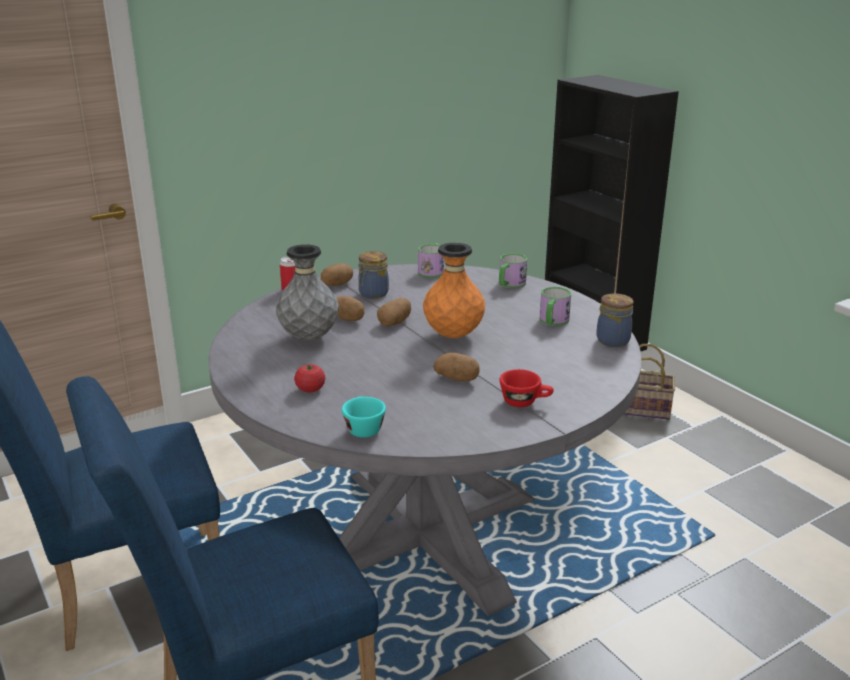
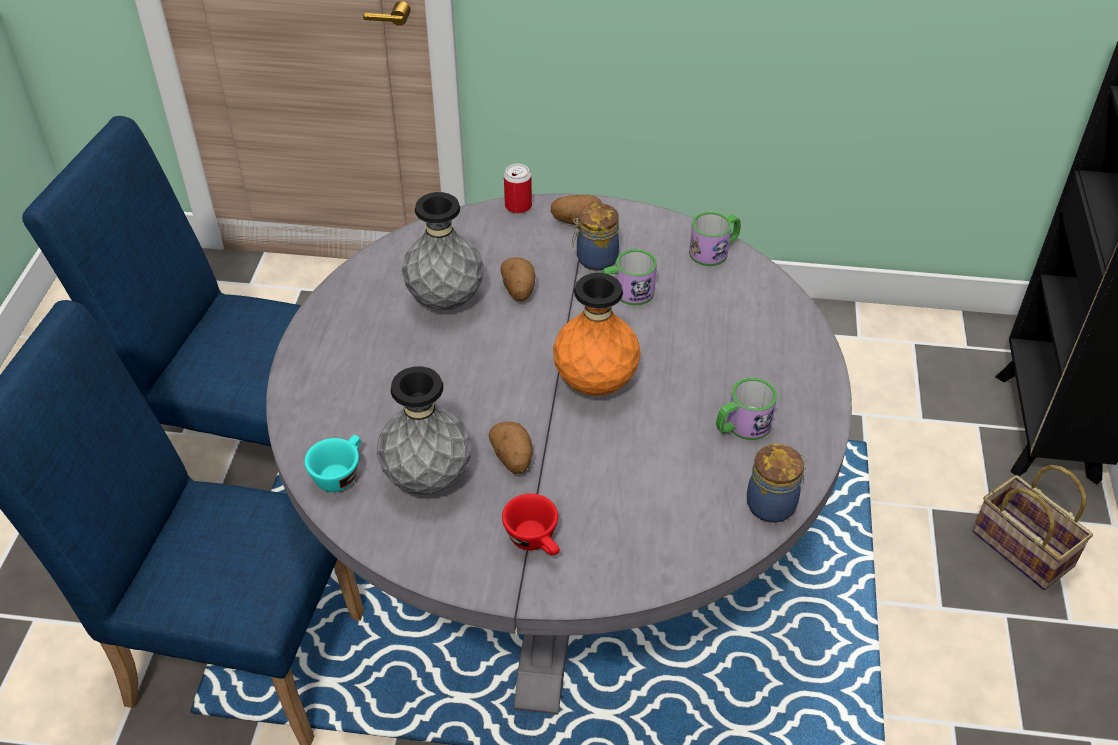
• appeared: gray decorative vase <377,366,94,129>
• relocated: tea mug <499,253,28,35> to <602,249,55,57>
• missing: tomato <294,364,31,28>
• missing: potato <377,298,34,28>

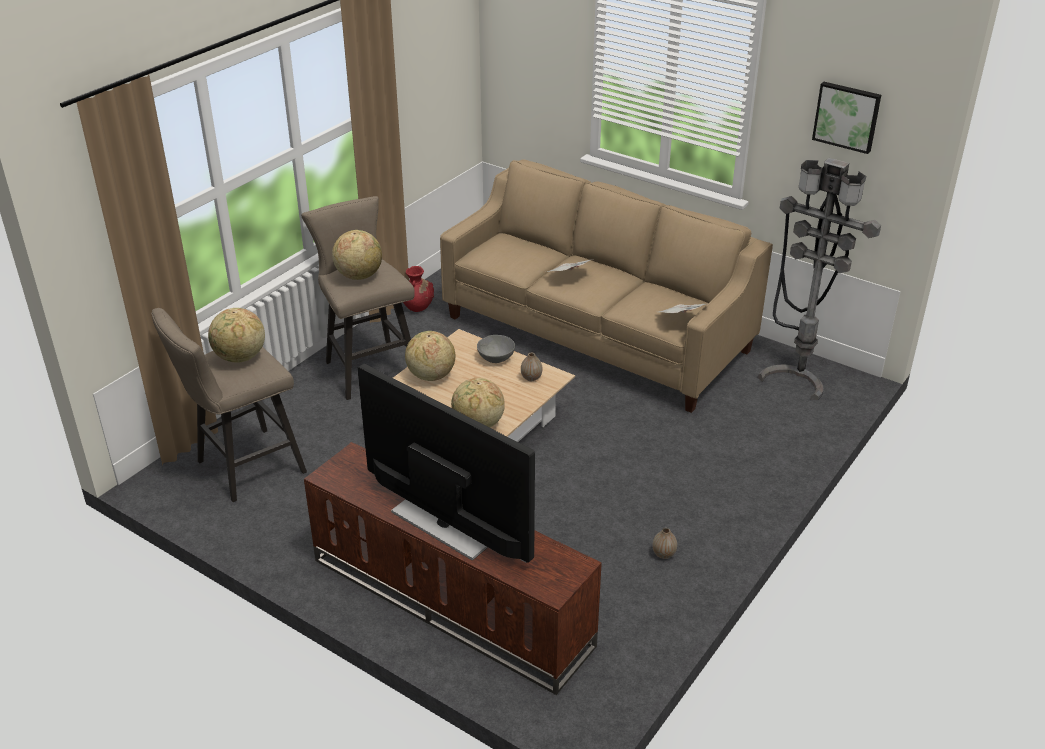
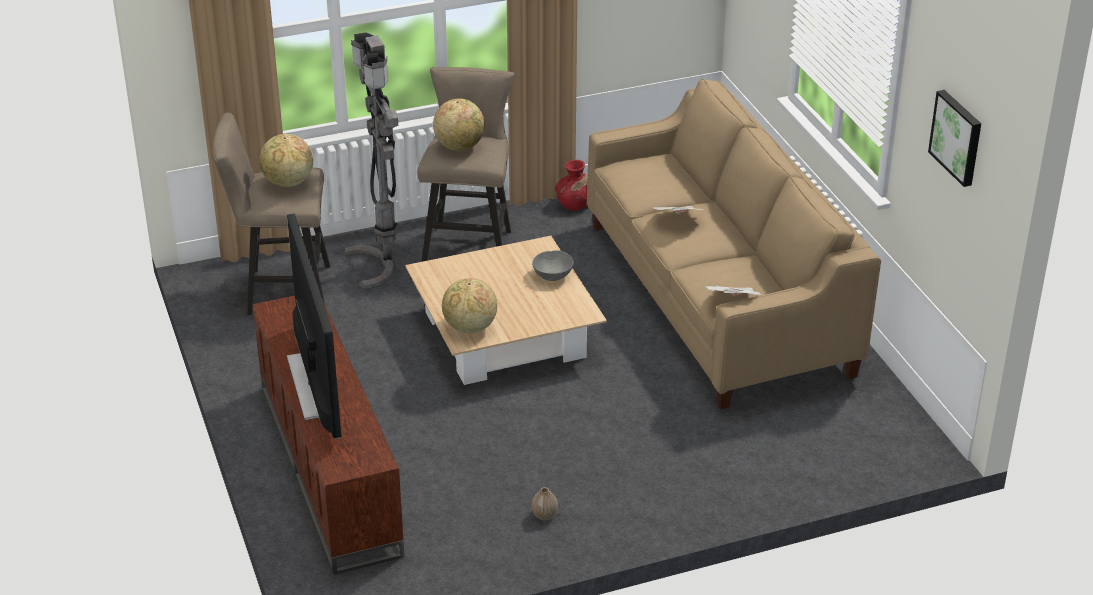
• relocated: gray standard lamp <758,158,123,242> to <345,32,53,257>
• missing: desk globe <405,331,50,50>
• missing: decorative vase <521,353,21,28>

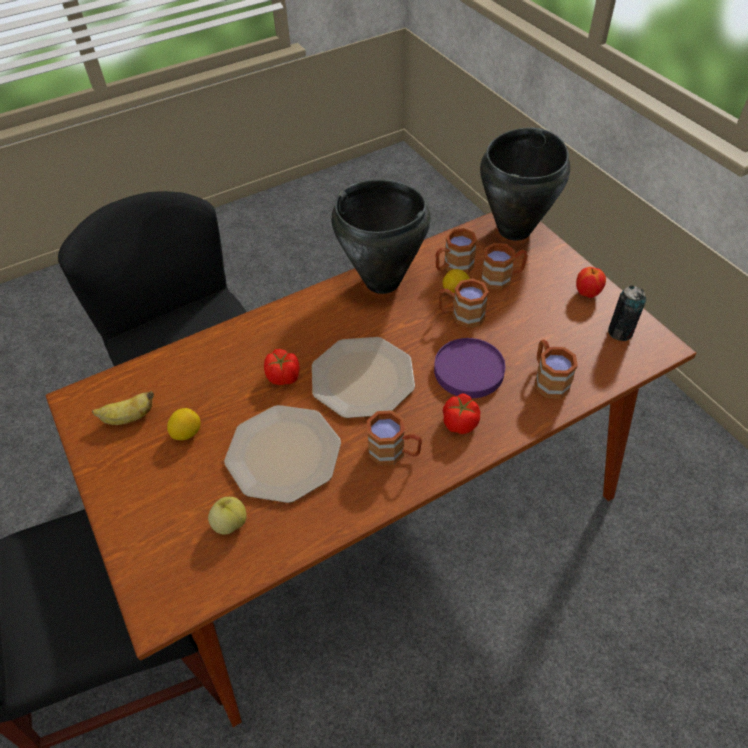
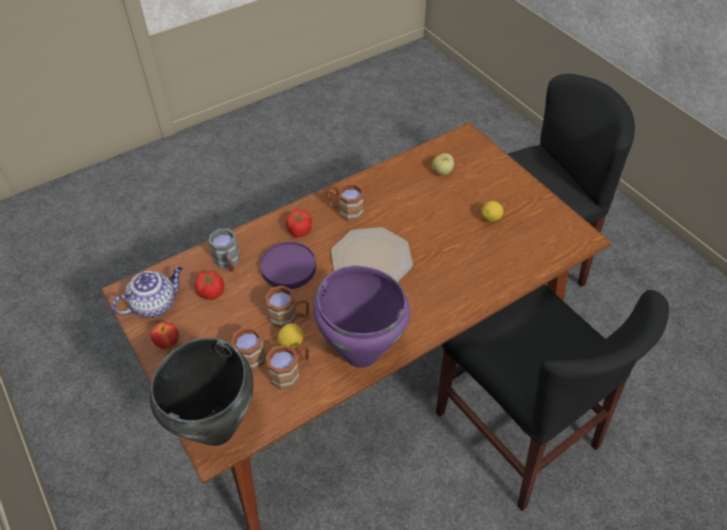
• exchanged: can <608,285,38,56> to teapot <112,266,71,52>
• relocated: tomato <264,349,36,36> to <195,271,29,29>
• colour: brownish tea mug <535,340,43,59> to gray tea mug <208,229,32,43>
• colour: black-coloured saucepot <332,180,99,114> to purple saucepot <313,266,97,102>
• missing: whole banana <92,391,62,34>
• missing: dinner plate <224,405,117,98>

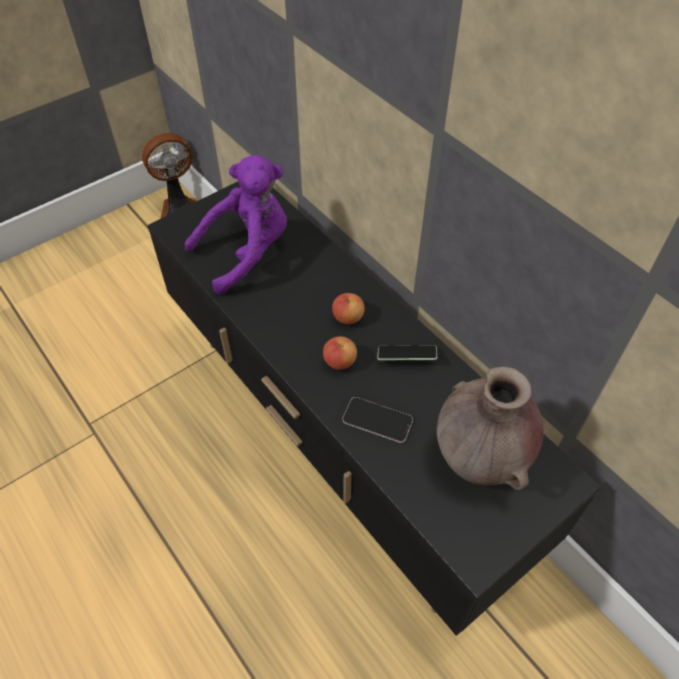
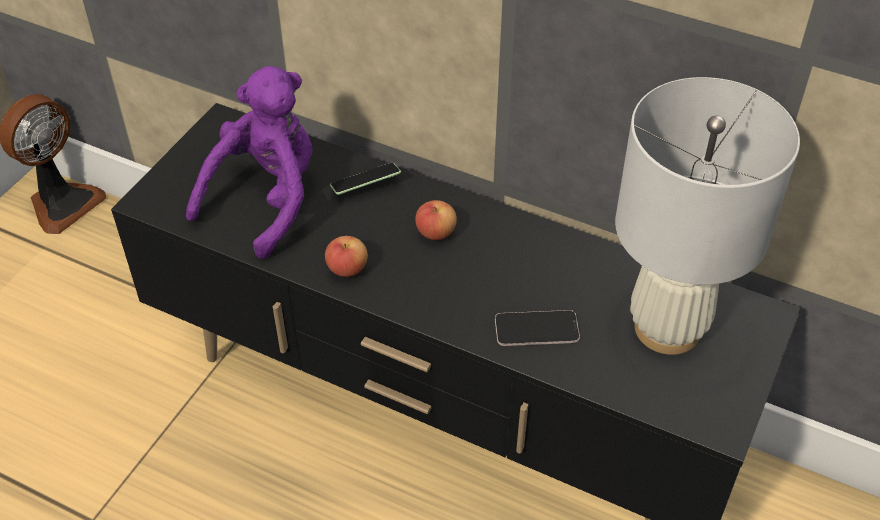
• relocated: apple fruit <323,336,34,34> to <325,236,43,41>
• relocated: phone <377,345,60,16> to <330,163,71,32>
• exchanged: brownish decorative vase <437,367,107,123> to white-coloured table lamp <615,77,185,278>

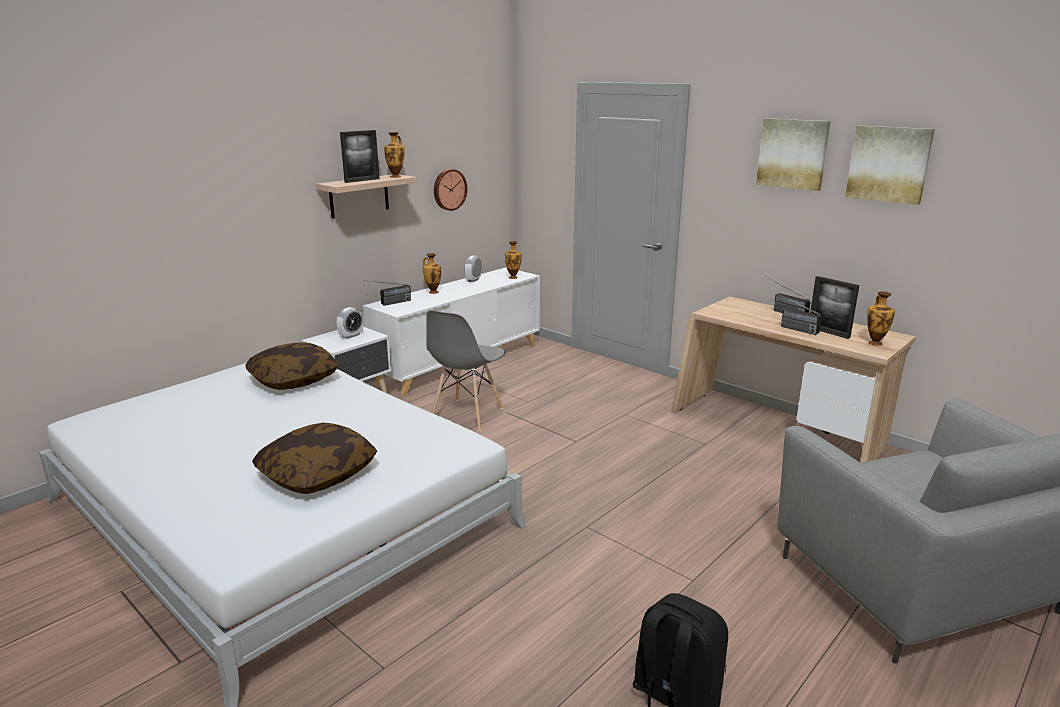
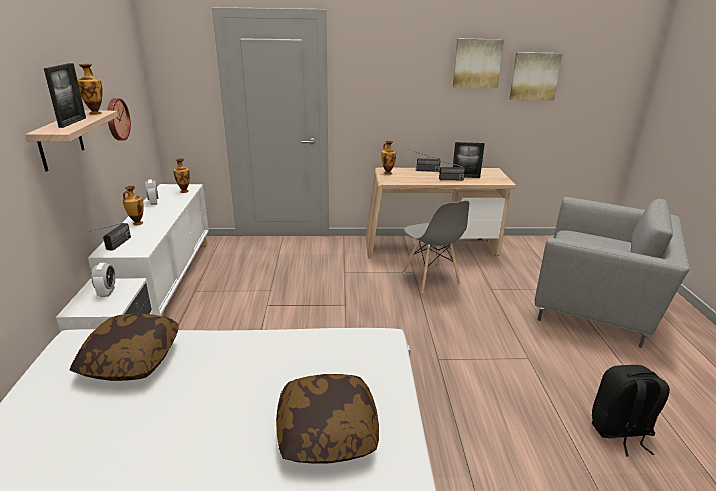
• relocated: decorative vase <867,291,28,55> to <381,141,15,34>
• relocated: gray chair <426,311,79,120> to <403,201,66,92>
• relocated: picture <756,118,74,73> to <509,52,54,48>

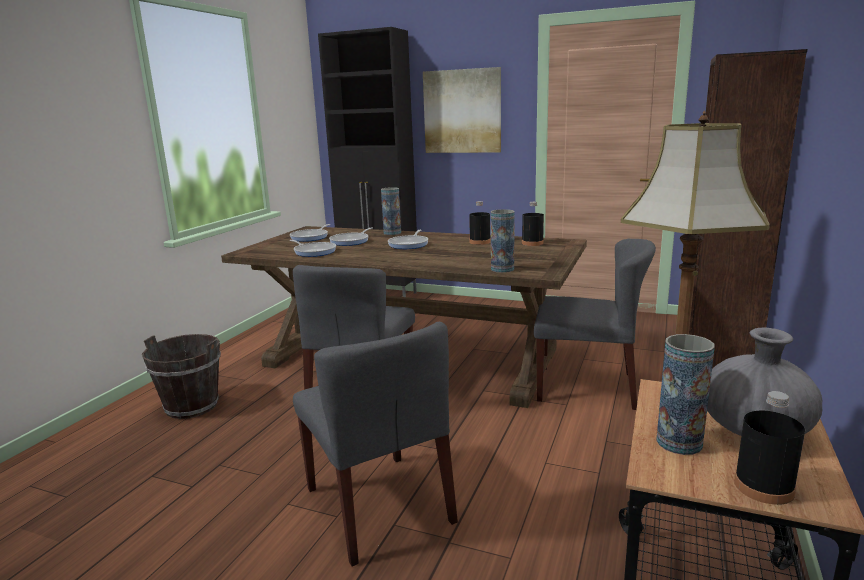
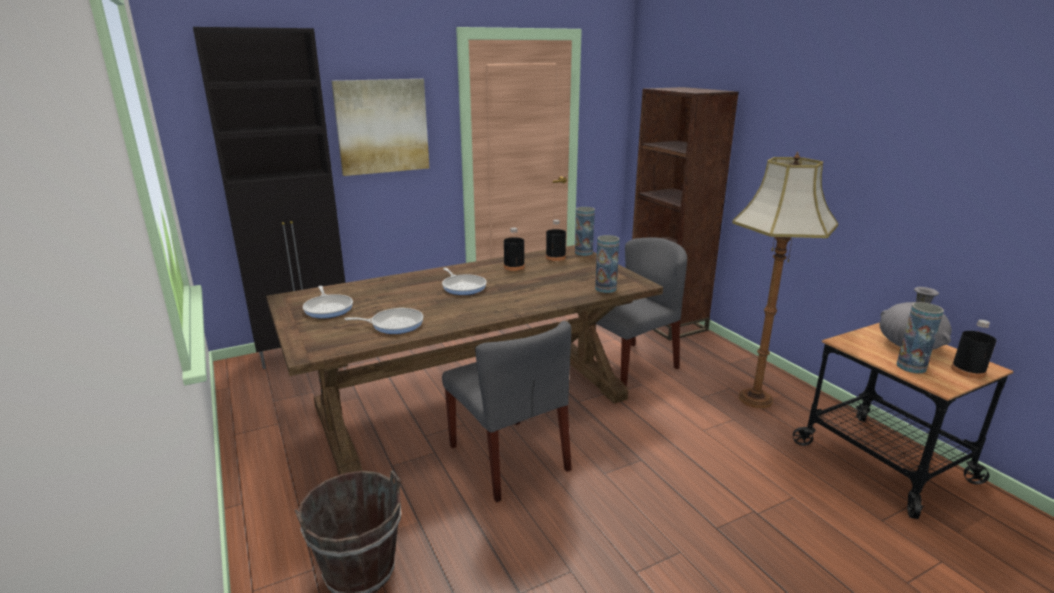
• relocated: decorative vase <381,187,20,48> to <575,207,20,49>
• missing: gray chair <293,322,165,244>
• missing: pan <329,228,44,18>

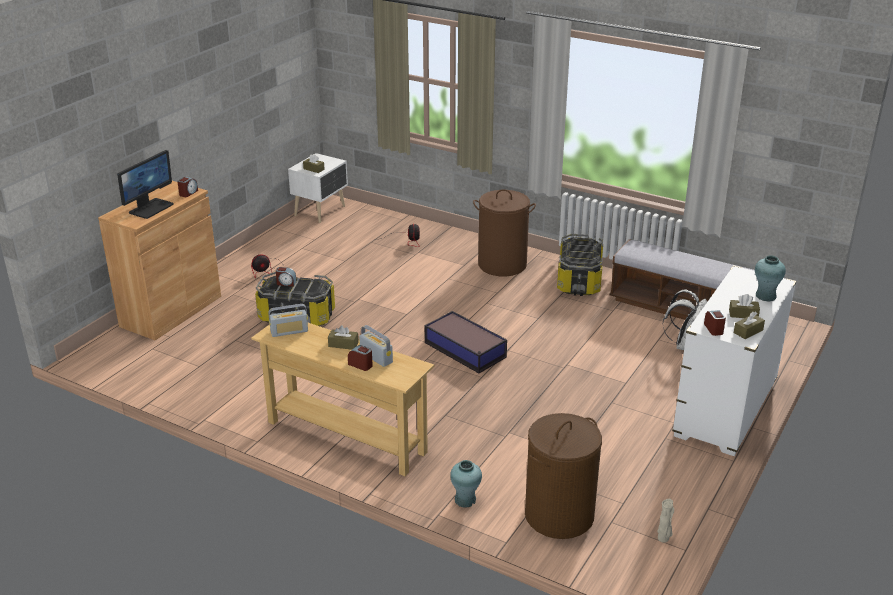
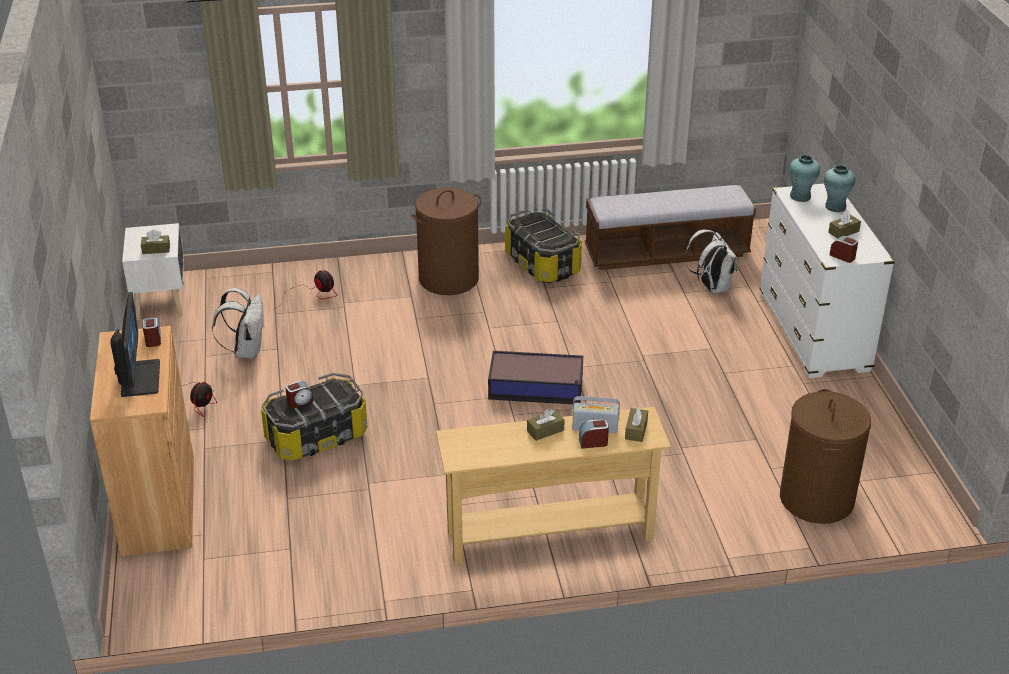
• appeared: white-coloured rucksack <212,288,52,71>
• relocated: brownish box of tissues <734,312,31,27> to <625,406,23,36>
• relocated: turquoise-coloured decorative vase <450,460,32,47> to <789,155,31,47>
• missing: radio <268,304,40,33>
• missing: sand-coloured decorative vase <657,499,17,44>

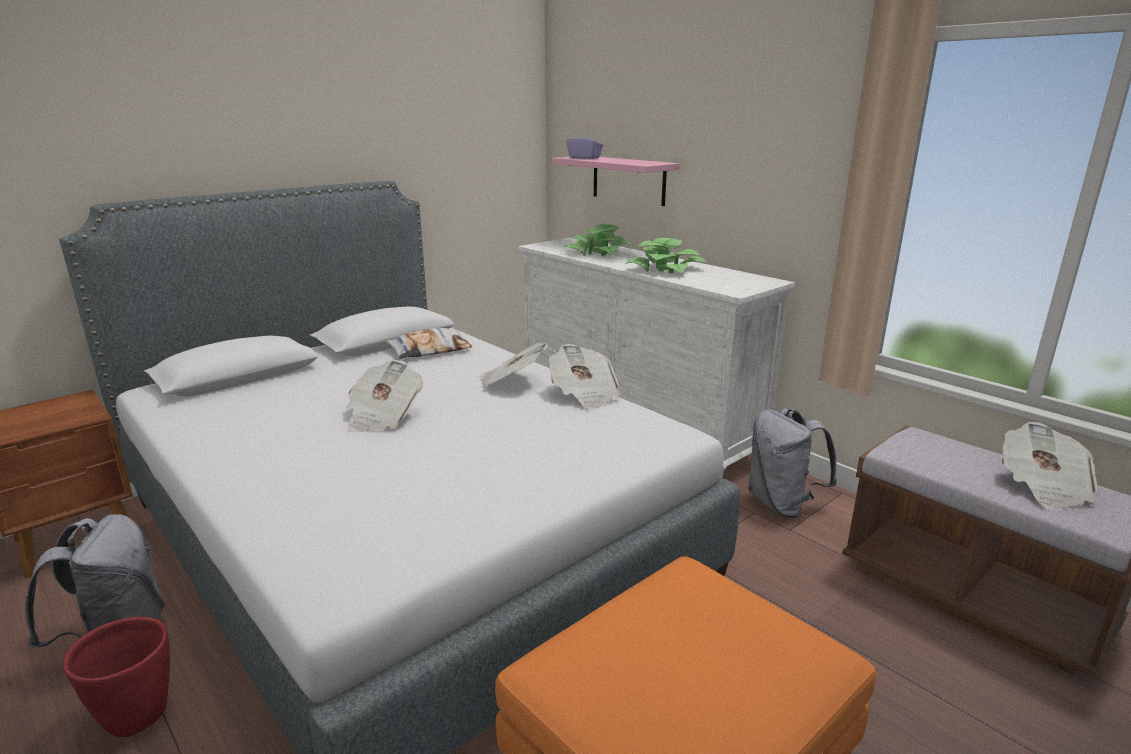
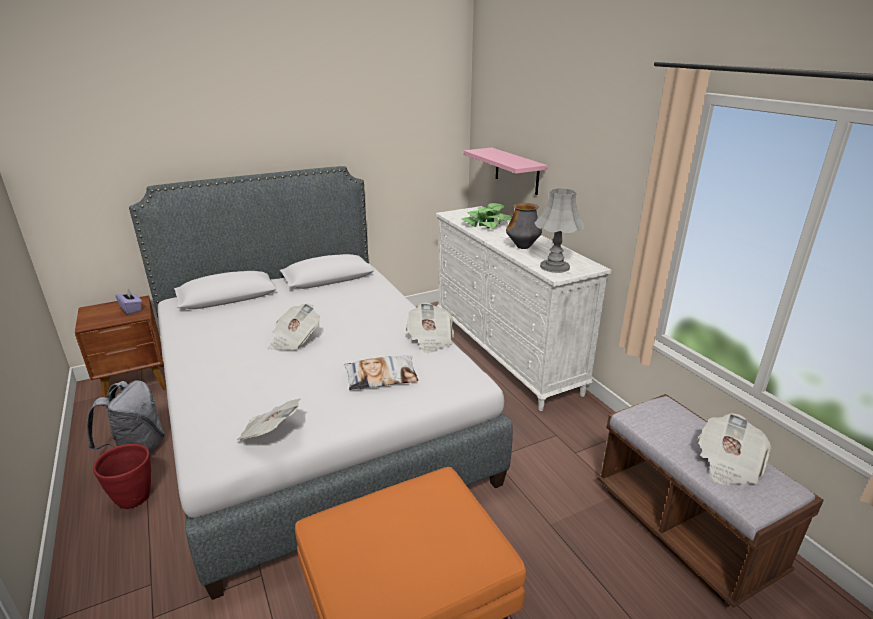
• relocated: purple box of tissues <566,131,37,28> to <115,289,27,26>
• relocated: newspaper <480,342,68,45> to <237,398,64,42>
• relocated: pillow <386,328,86,31> to <344,356,74,34>
• exchanged: houseplant <625,238,82,35> to decorative vase <506,203,36,46>
• appeared: gray table lamp <535,188,51,85>
• missing: gray rucksack <748,408,89,110>

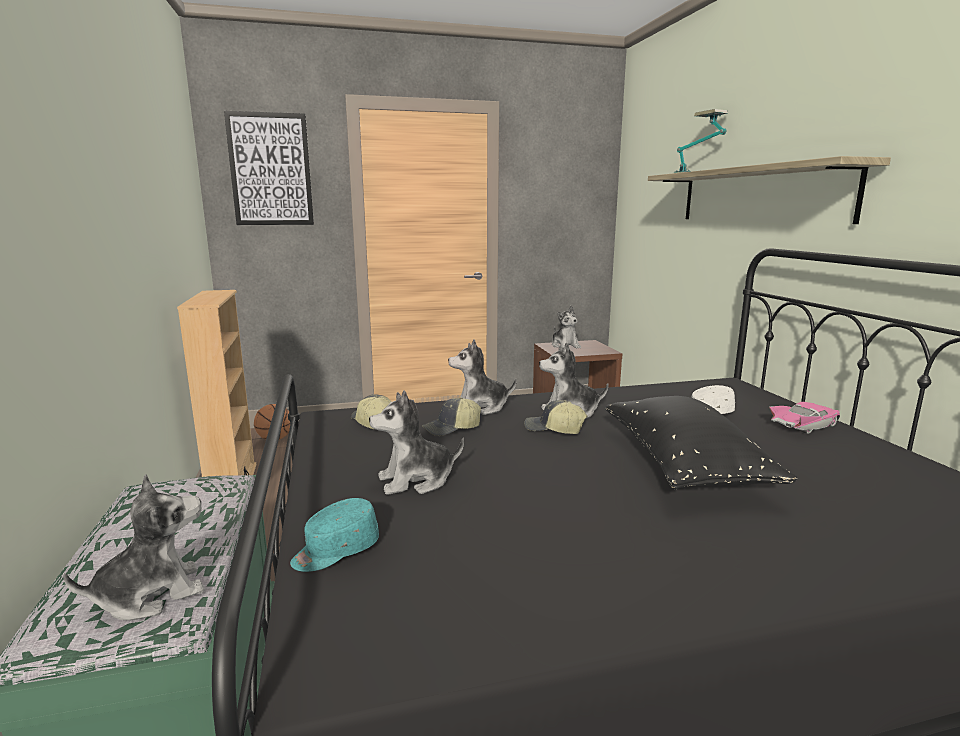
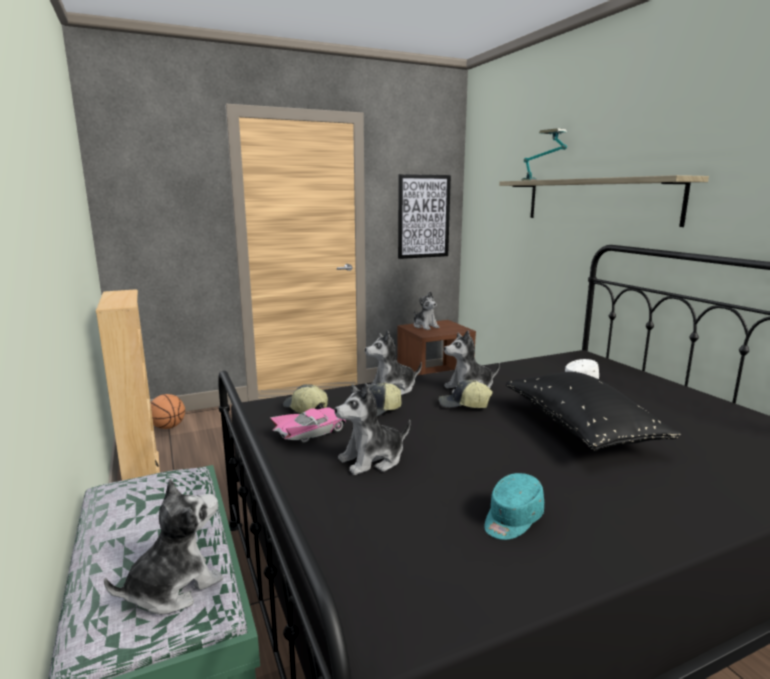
• relocated: pink-coloured toy car <769,402,71,32> to <270,407,75,36>
• relocated: picture <224,111,90,114> to <398,174,53,85>
• relocated: turquoise-coloured cap <290,498,89,74> to <484,473,60,67>

